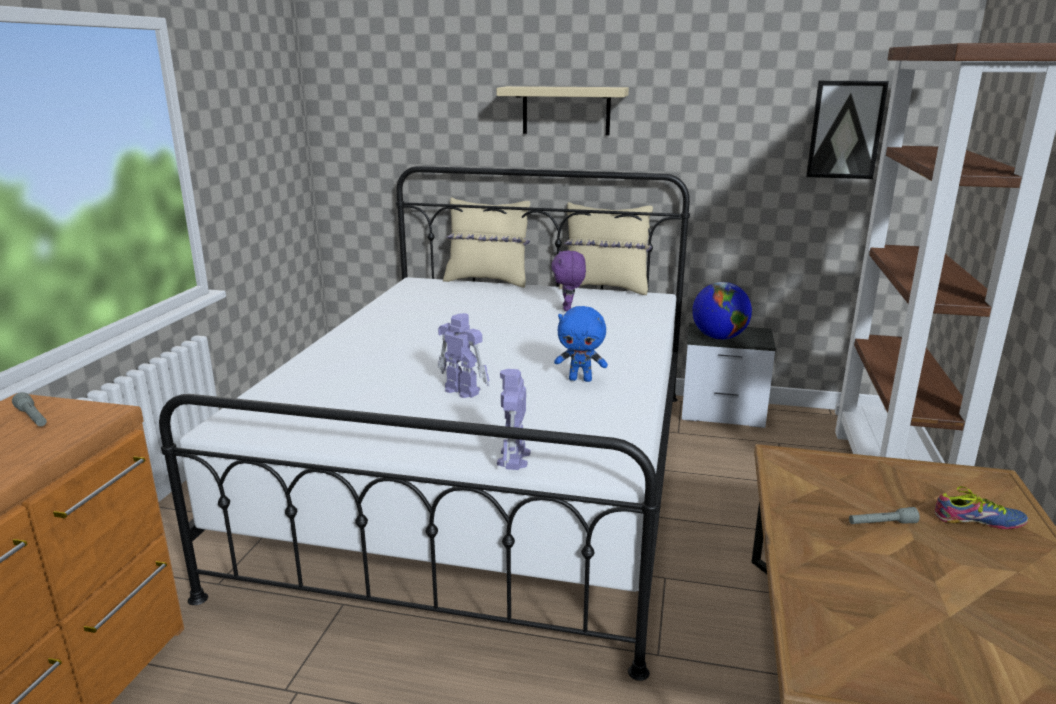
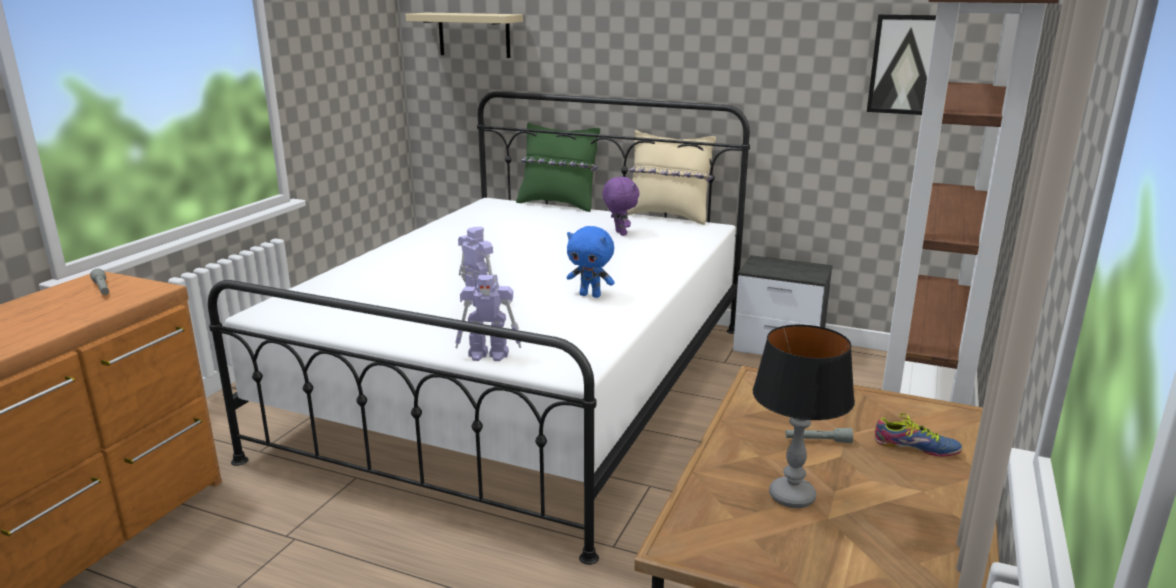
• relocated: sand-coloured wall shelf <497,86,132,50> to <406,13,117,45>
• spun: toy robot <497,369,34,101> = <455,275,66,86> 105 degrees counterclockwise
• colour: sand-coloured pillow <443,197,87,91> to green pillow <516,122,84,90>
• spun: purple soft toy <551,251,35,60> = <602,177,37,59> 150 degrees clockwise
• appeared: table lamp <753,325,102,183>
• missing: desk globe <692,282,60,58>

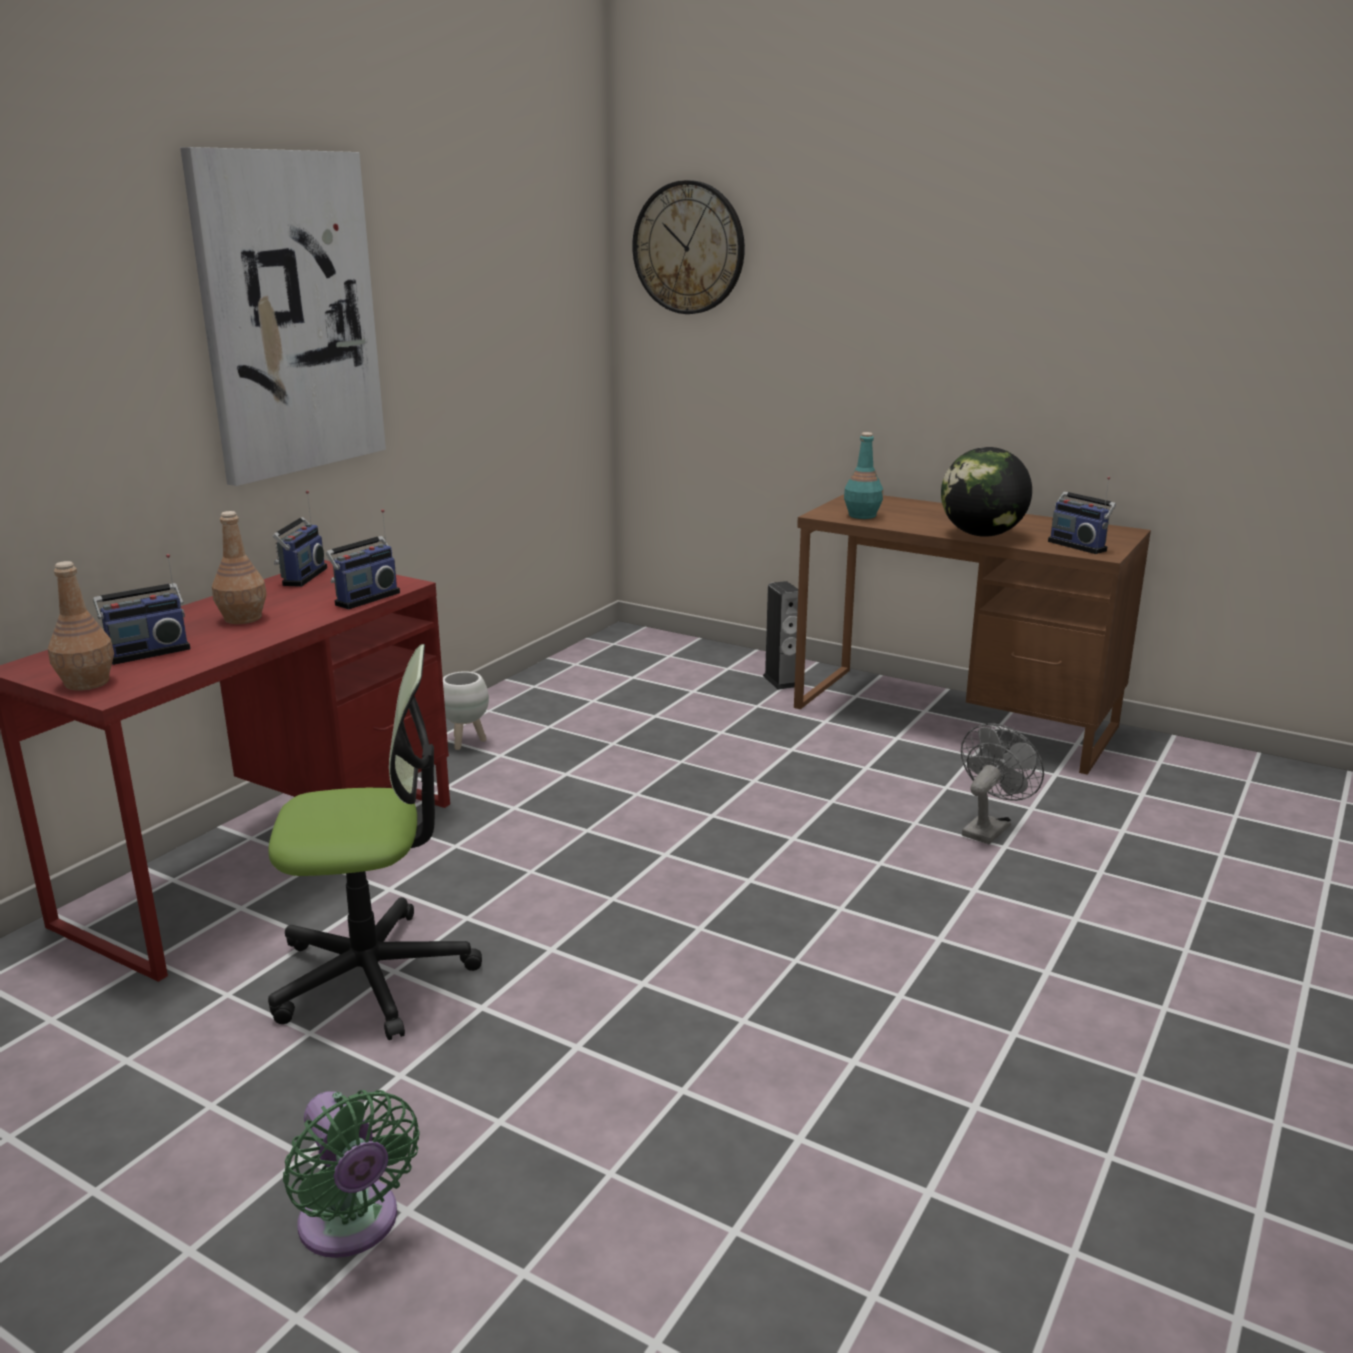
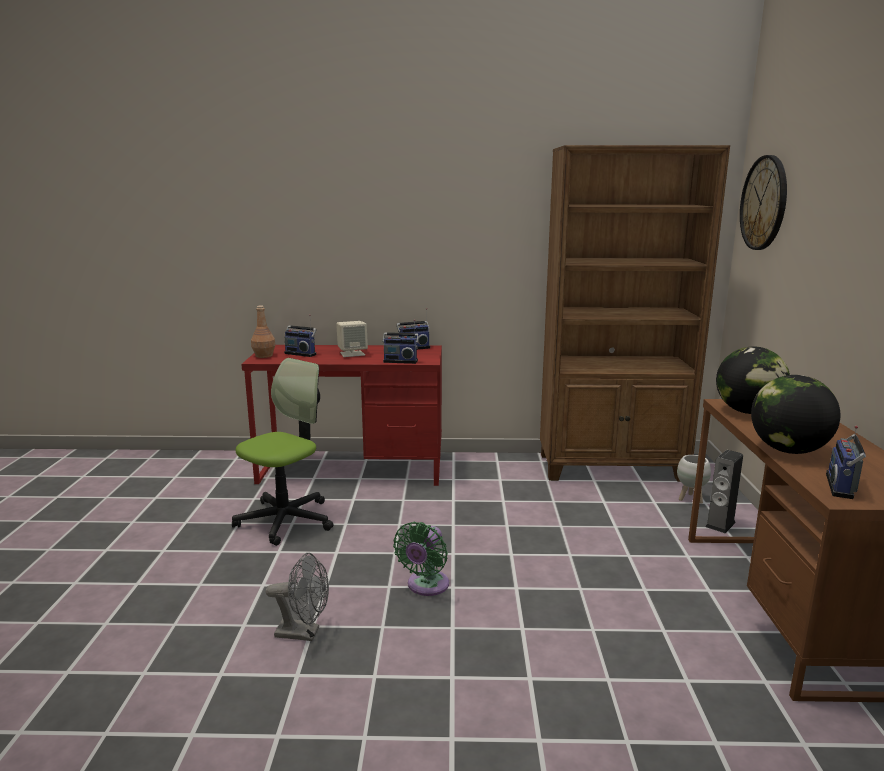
• spun: computer chair <268,644,214,396> = <232,358,102,188> 105 degrees counterclockwise
• relocated: gray fan <961,723,83,121> to <266,553,63,88>
• exchanged: brownish beverage bottle <212,511,55,113> to sand-coloured speaker <336,321,32,36>
• relocated: green fan <283,1090,137,168> to <393,522,56,74>
• appeared: brownish bookcase <540,145,190,337>
• relocated: white-coloured flower pot <443,671,46,79> to <677,455,34,49>
• exchanged: turquoise-coloured beverage bottle <844,432,39,87> to desk globe <716,347,74,67>
• missing: picture <180,147,206,339>

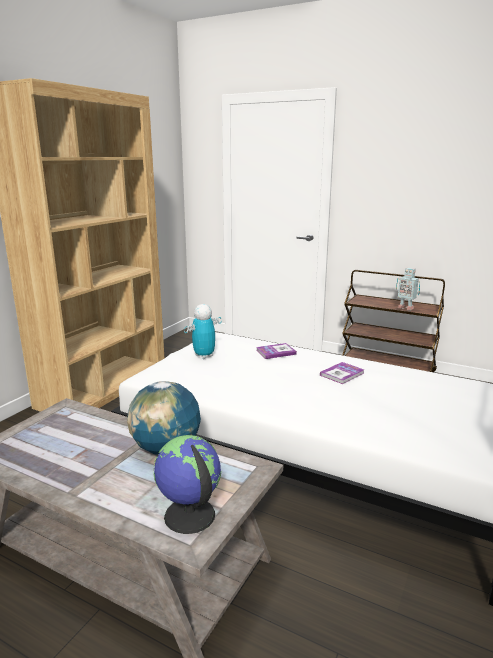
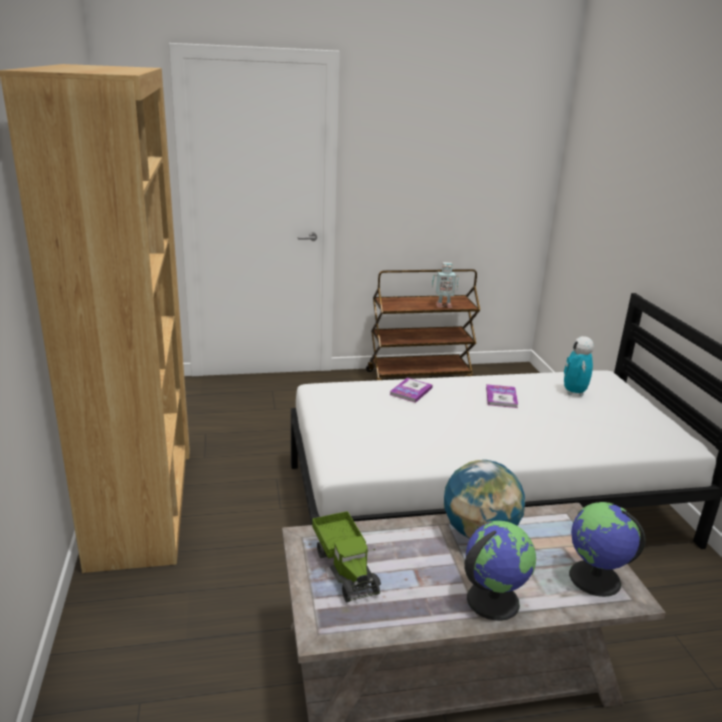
• appeared: toy lorry <312,511,69,91>
• appeared: desk globe <464,521,72,100>
• relocated: toy robot <184,304,38,55> to <564,336,30,60>

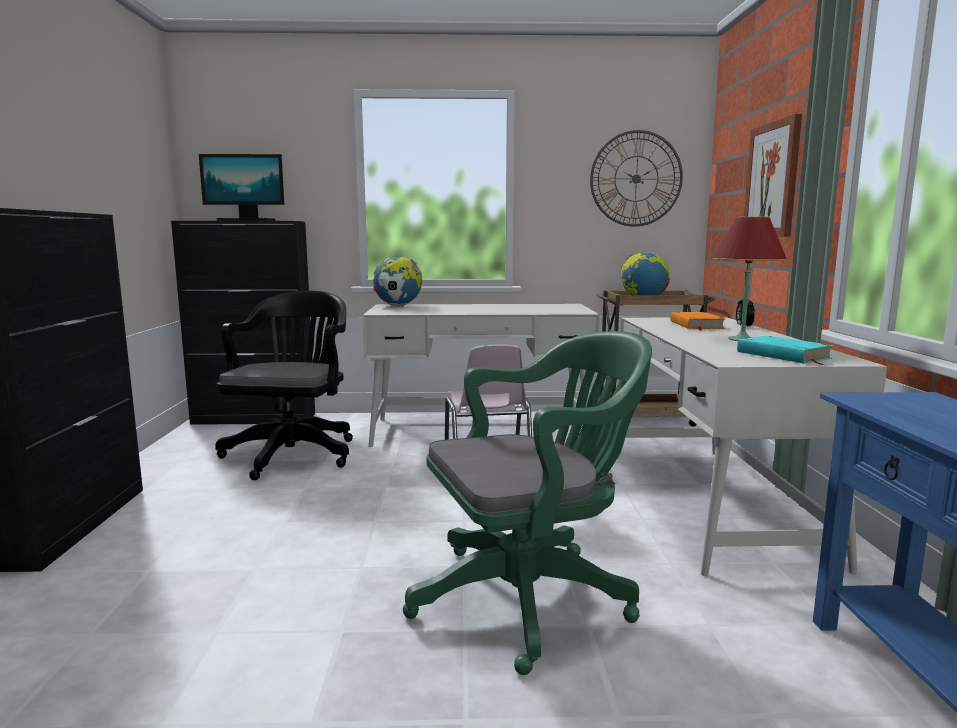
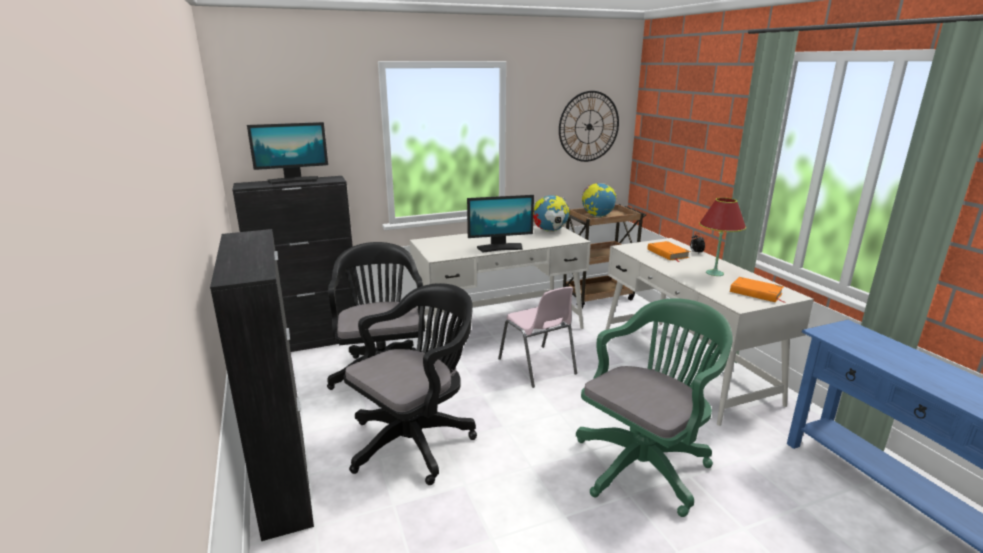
• appeared: black-coloured computer chair <344,283,133,202>
• appeared: computer screen <467,195,67,58>
• relocated: desk globe <373,257,49,49> to <533,195,37,37>
• colour: turquoise-coloured volume <737,336,97,29> to orange volume <730,277,55,26>
• missing: picture <744,114,58,123>

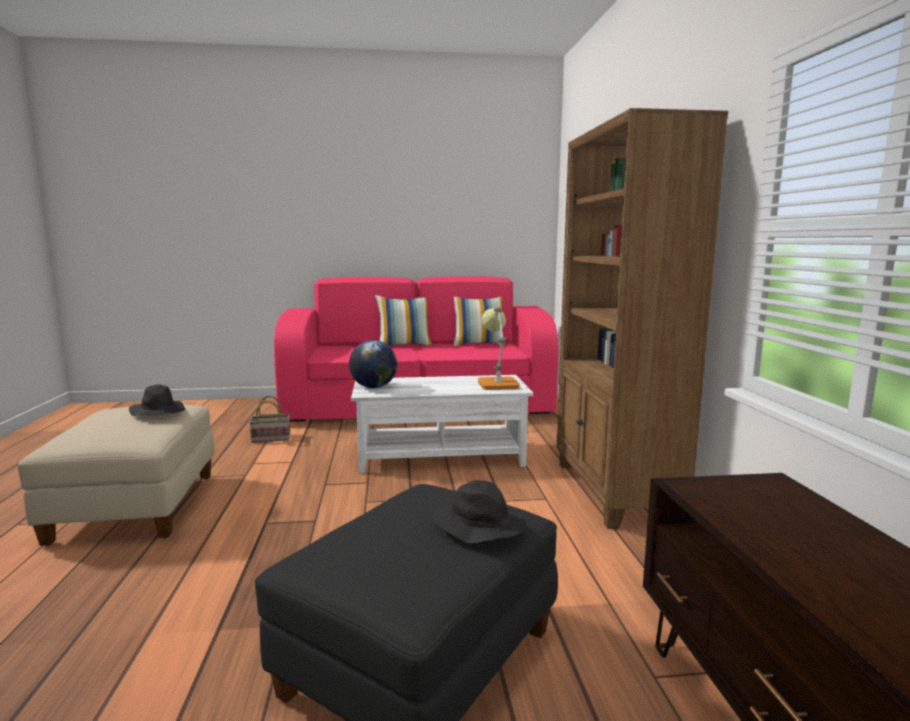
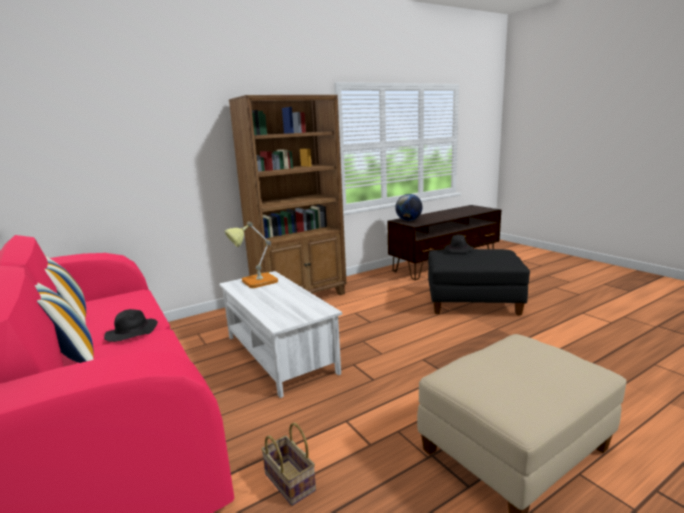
• relocated: black-coloured hat <129,384,57,32> to <104,309,54,33>
• relocated: desk globe <349,340,48,48> to <395,194,28,27>

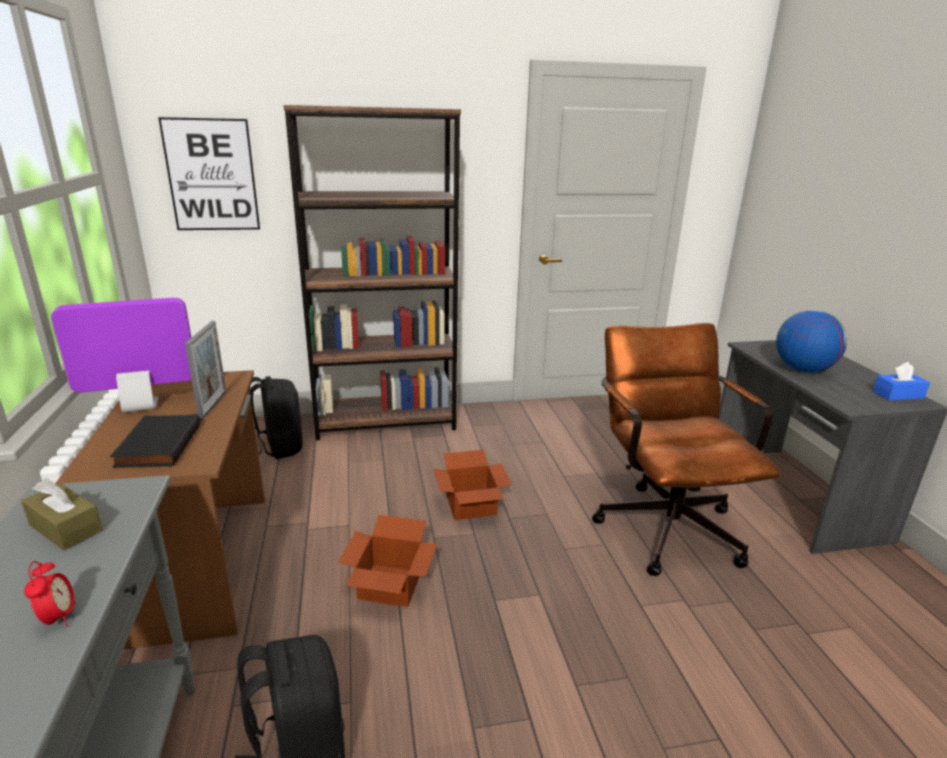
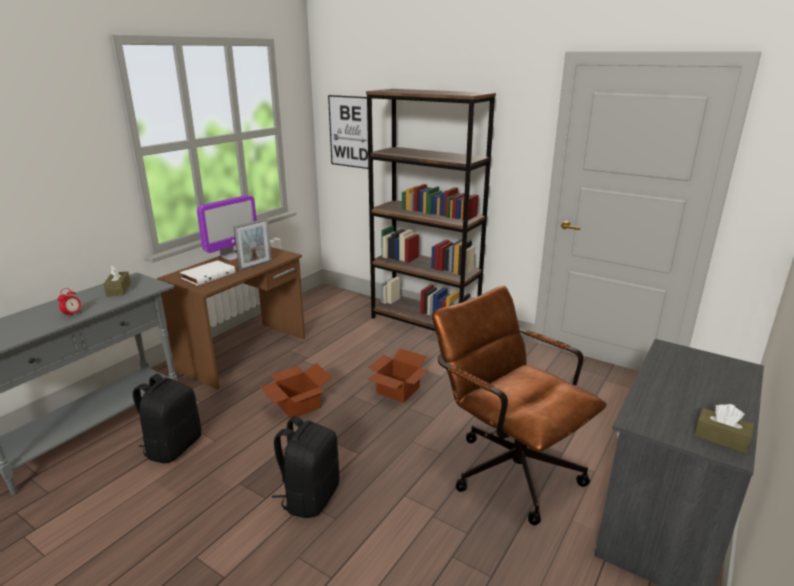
• colour: black-coloured volume <110,414,90,54> to white-coloured volume <180,260,55,26>
• spun: computer screen <51,298,141,115> = <197,195,60,66> 105 degrees clockwise
• relocated: black-coloured rucksack <249,376,54,83> to <272,416,67,102>
• spun: brownish computer chair <592,323,189,253> = <432,286,174,239> 75 degrees counterclockwise
• colour: bluish box of tissues <873,362,57,39> to brownish box of tissues <694,404,60,50>
• missing: desk globe <776,310,71,63>

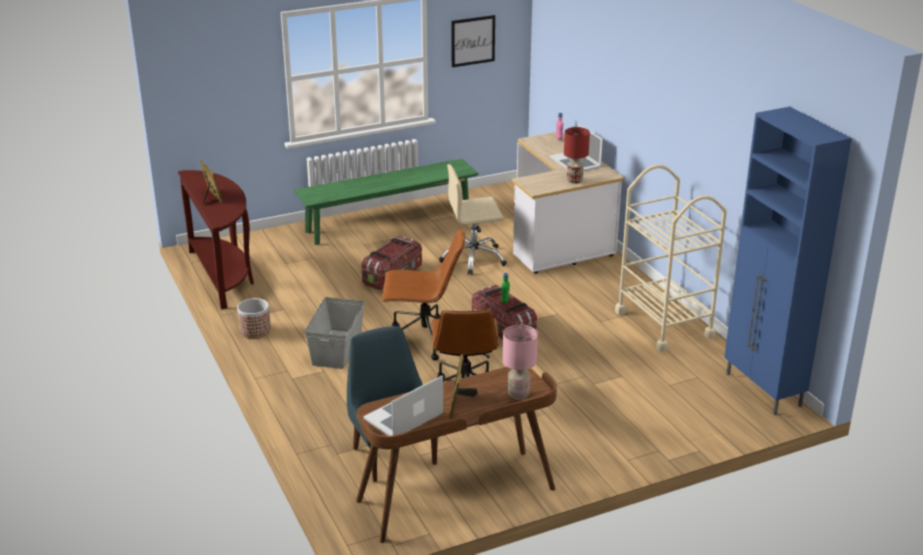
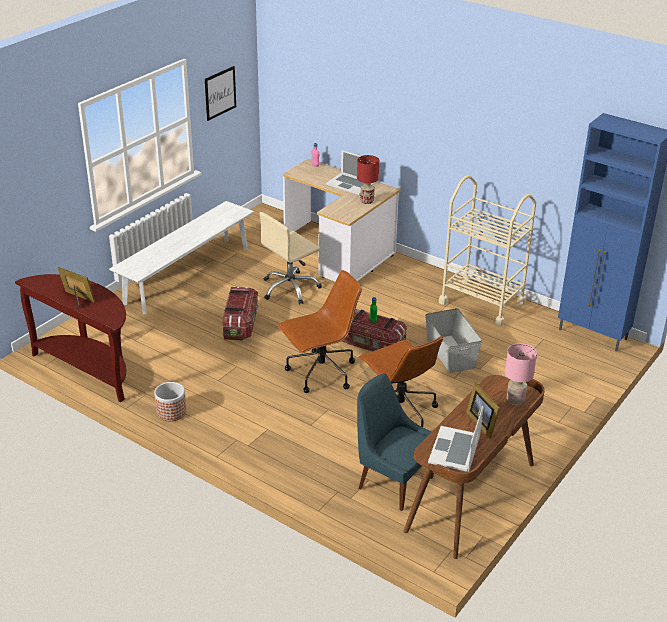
• colour: green long seat <294,159,185,86> to white-coloured long seat <109,201,145,114>
• relocated: gray storage bin <305,297,60,72> to <425,308,57,65>

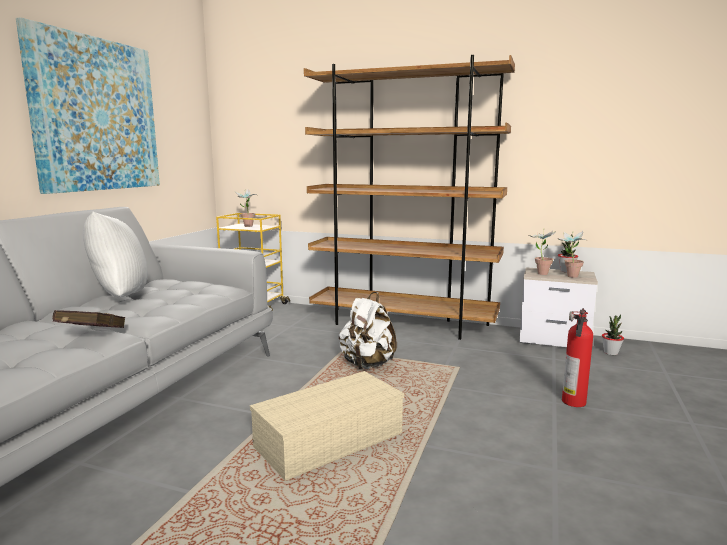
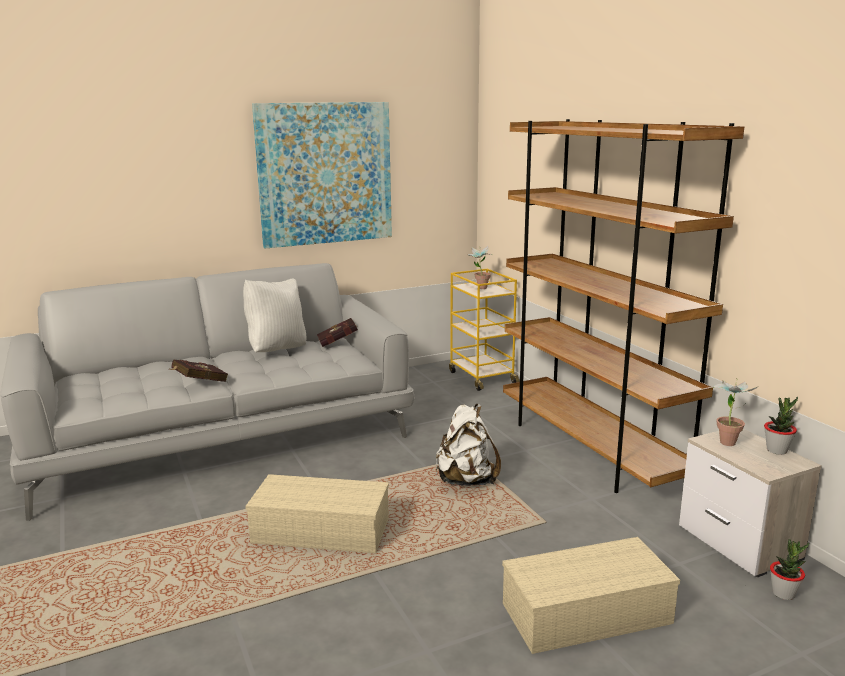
• appeared: reddish volume <317,318,41,29>
• exchanged: fire-fighting cylinder <562,308,31,99> to sand-coloured storage bin <502,537,178,117>
• missing: houseplant <559,231,28,47>

